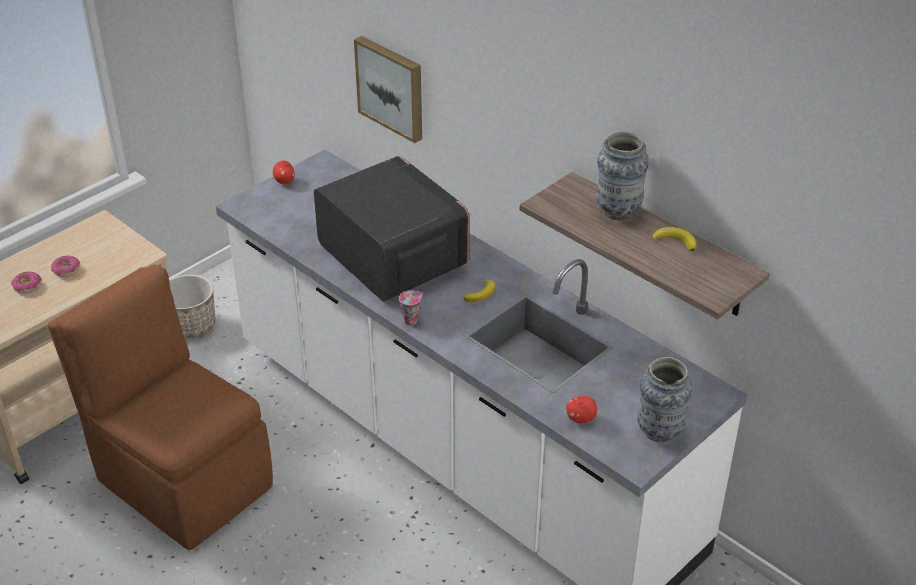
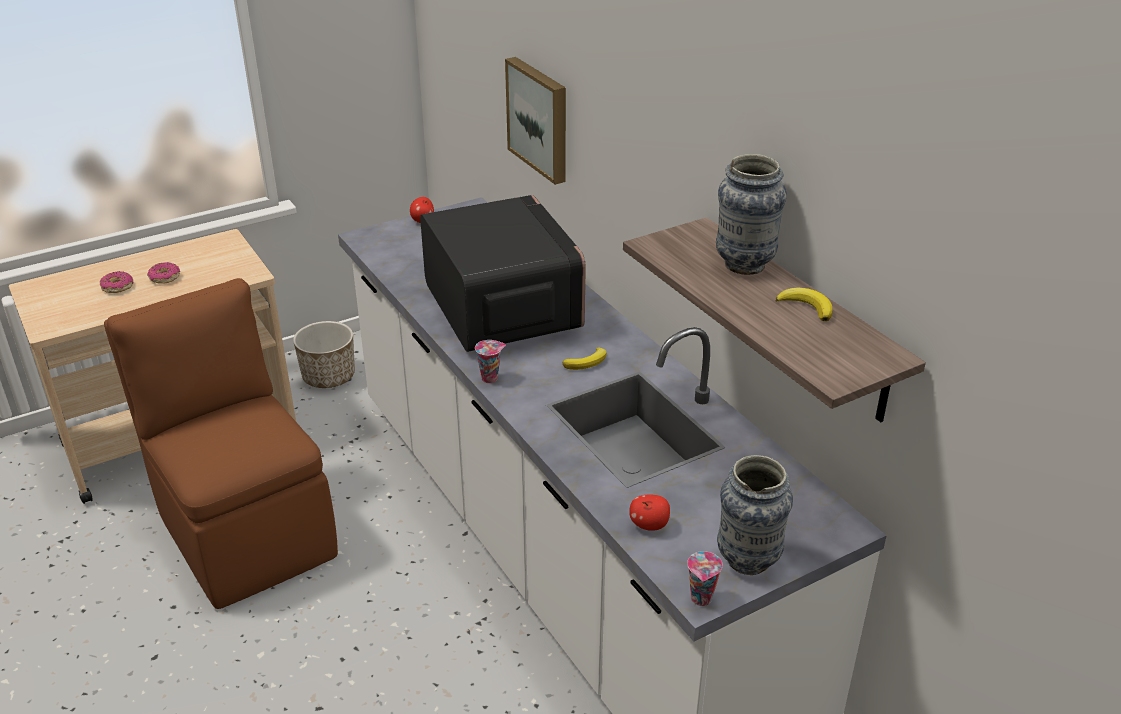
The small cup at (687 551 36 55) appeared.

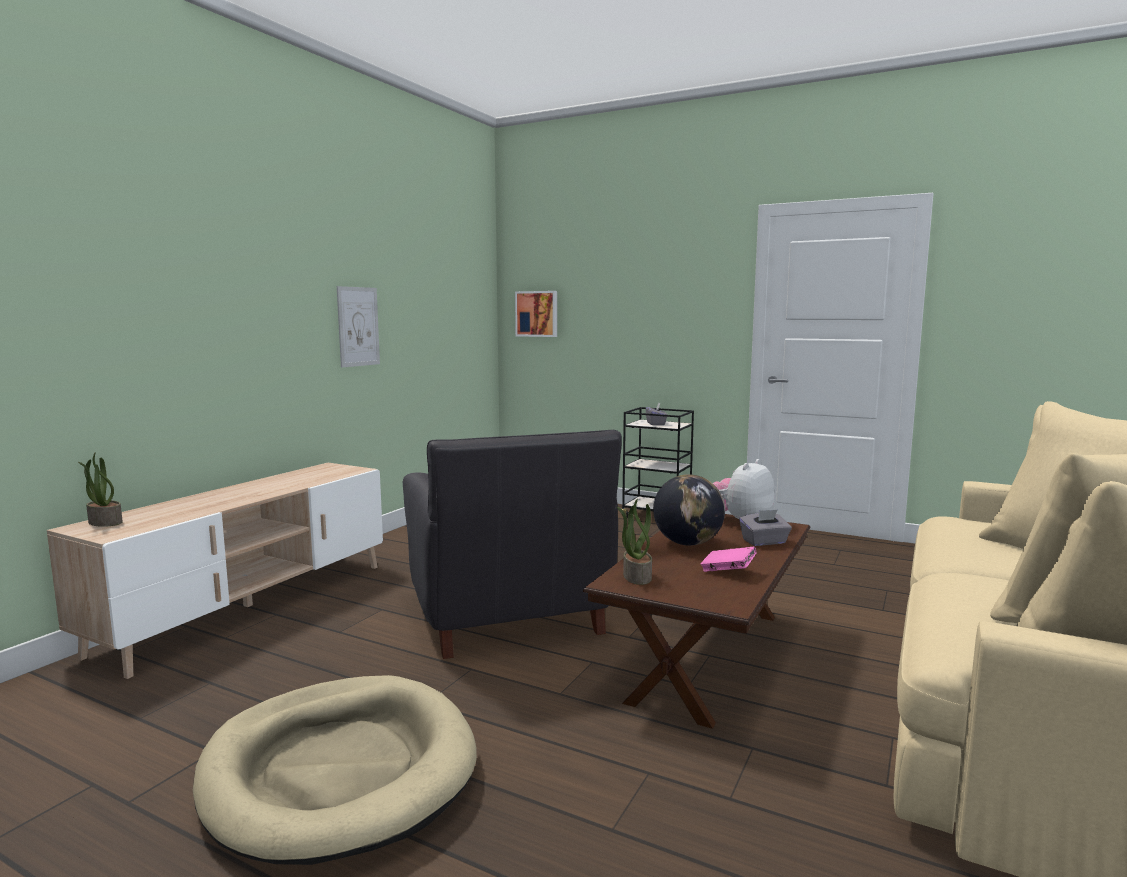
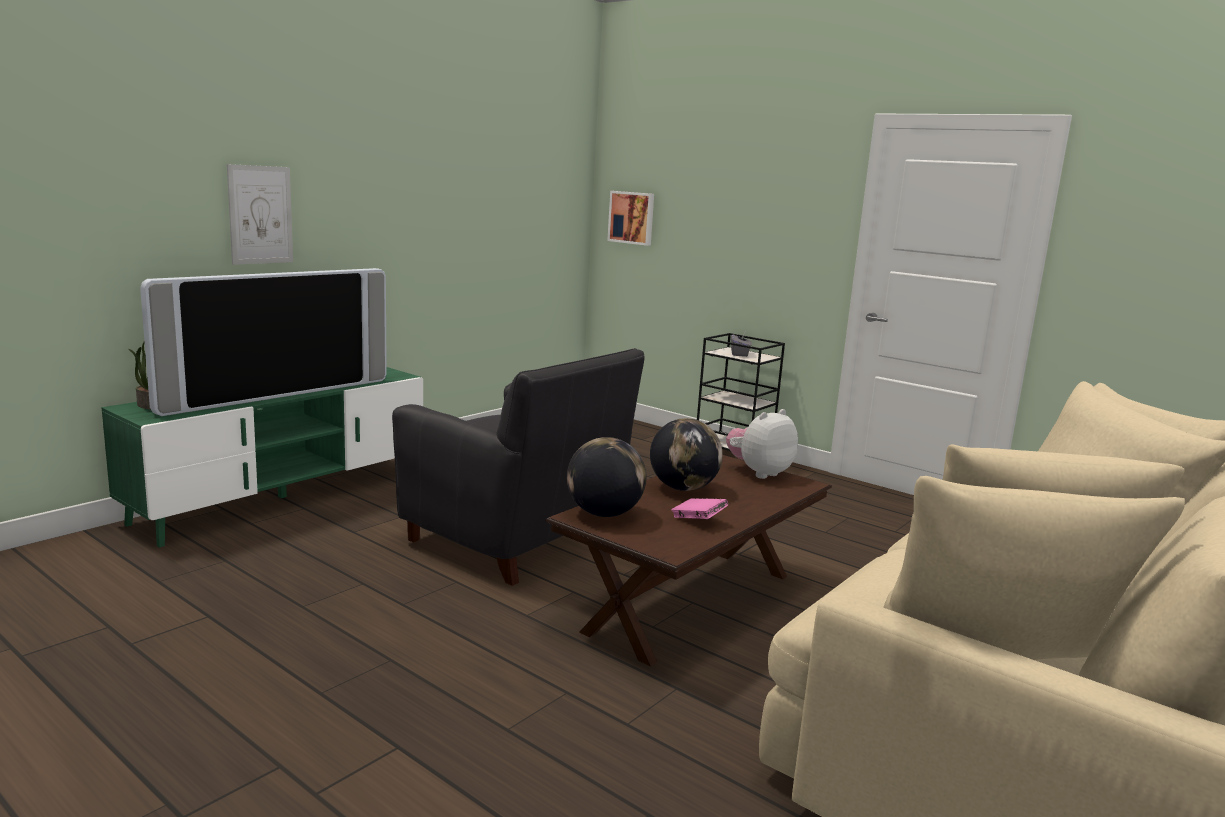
The sand-coloured tv unit at (47 463 336 216) became the green-coloured tv unit at (101 367 322 181). The television at (140 268 247 148) appeared. The wall picture moved from (337 286 43 81) to (227 164 66 101). The blackish lounge chair at (403 430 219 229) turned 45 degrees counterclockwise. The potted plant at (617 498 35 87) was replaced by the globe at (567 437 79 80). The sand-coloured pet bed at (193 675 284 190) disappeared. The gray box of tissues at (739 510 53 36) disappeared.

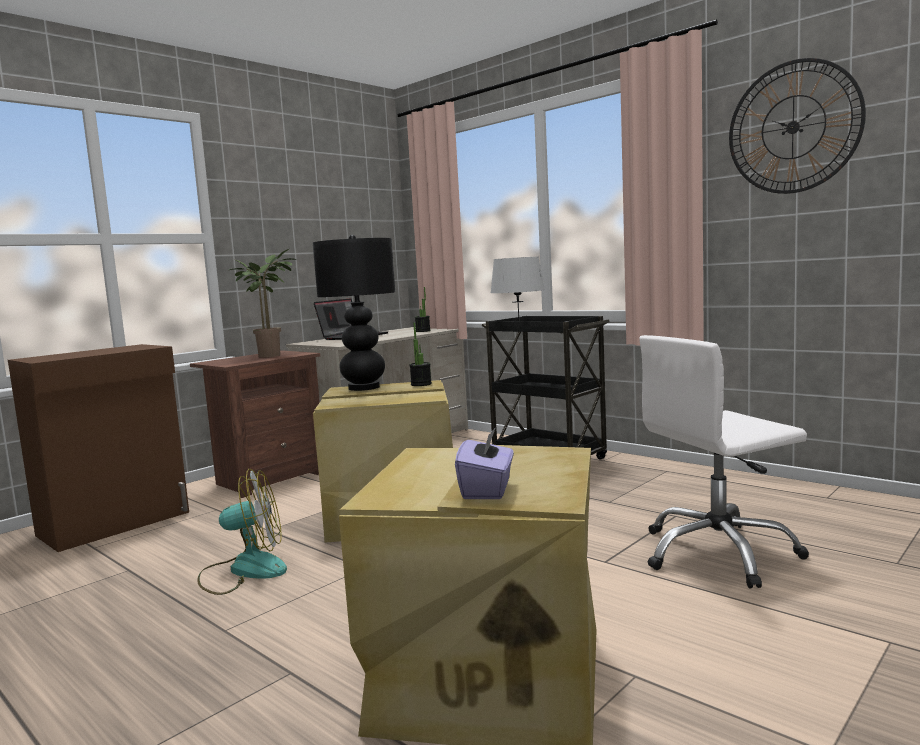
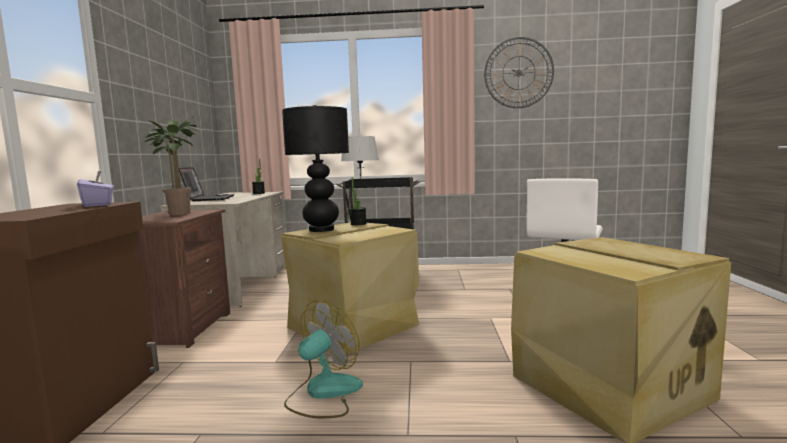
The purple box of tissues moved from (455 427 59 72) to (77 171 37 36).

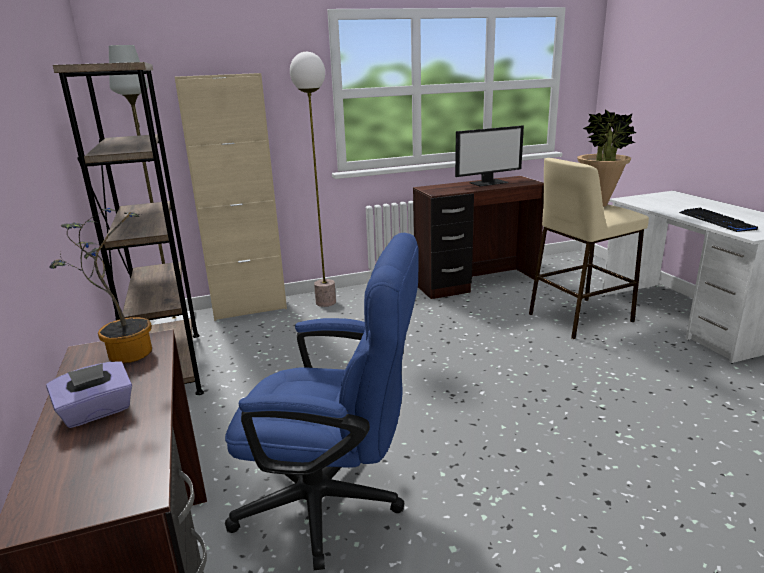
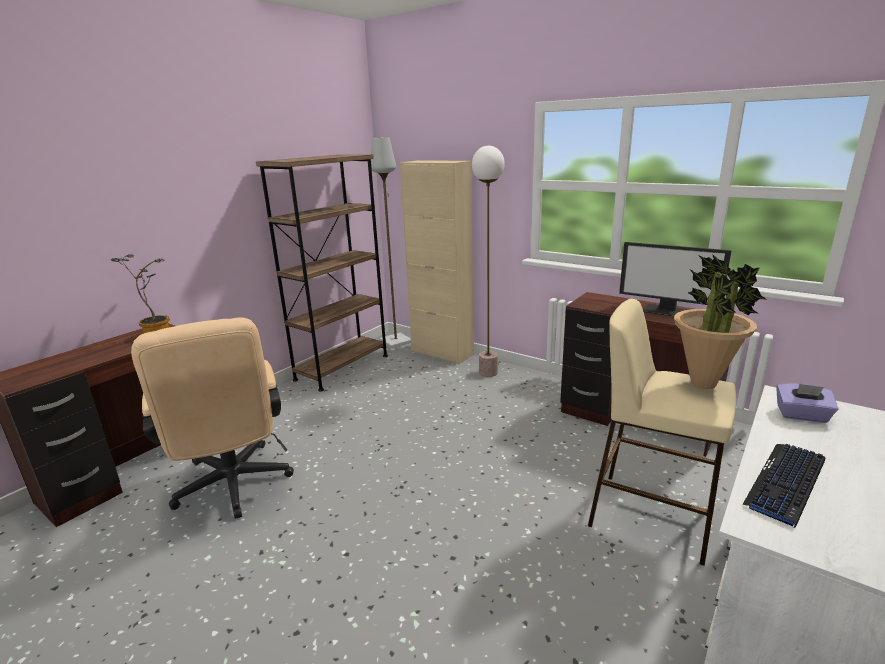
The blue-coloured desk chair at (225 233 194 337) became the sand-coloured desk chair at (131 318 163 201). The purple box of tissues moved from (46 361 86 67) to (776 384 63 39).

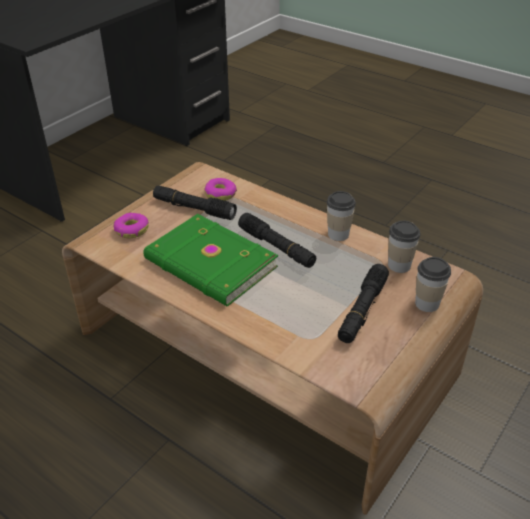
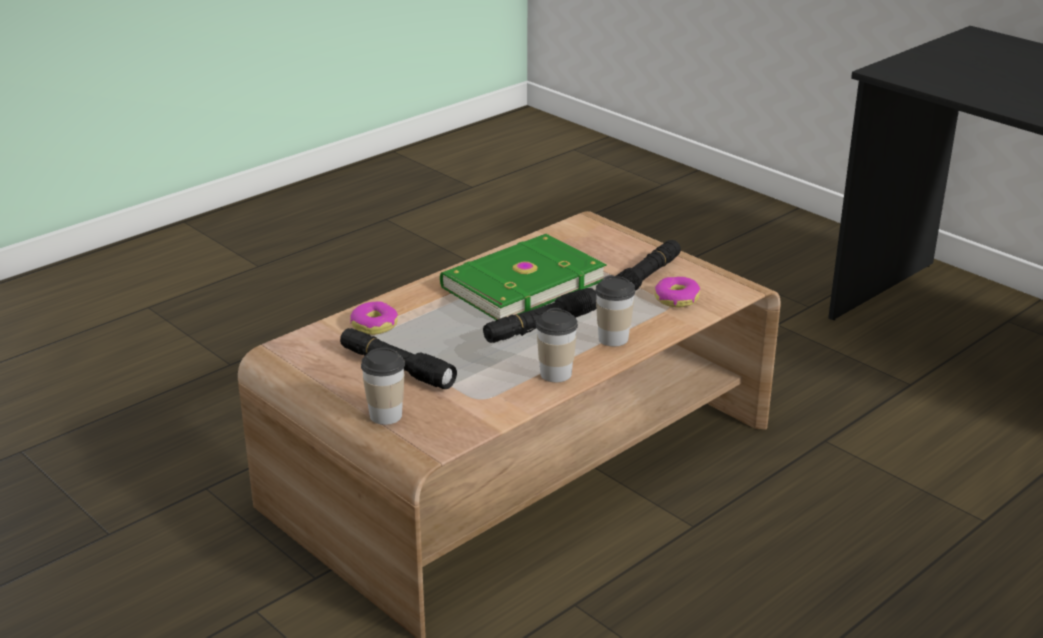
The ring doughnut moved from (114 213 35 25) to (350 301 48 34). The small cup moved from (388 221 32 52) to (595 275 40 71).

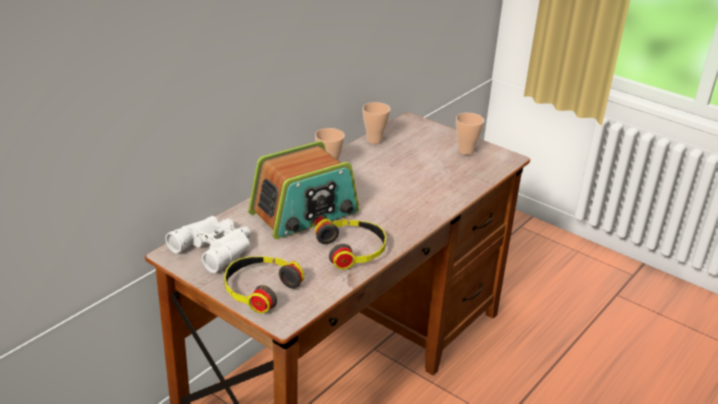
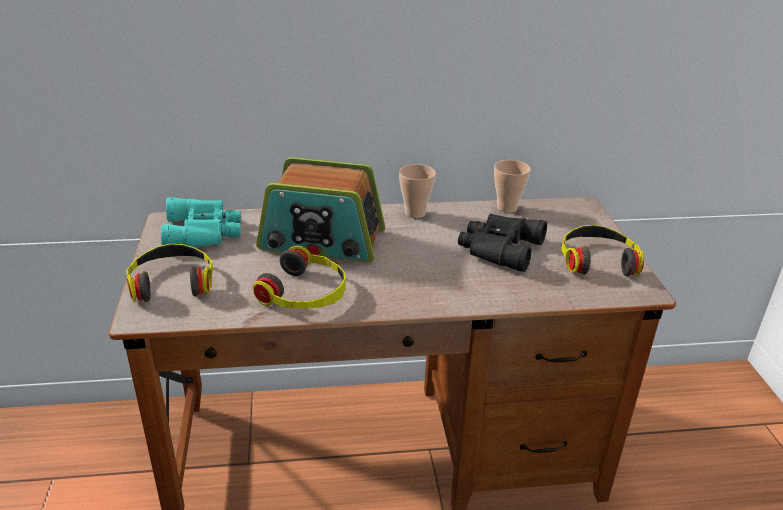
The white-coloured pair of binoculars at (165 216 86 57) became the turquoise-coloured pair of binoculars at (161 197 80 50). The blackish pair of binoculars at (458 214 89 58) appeared. The small cup at (456 113 28 42) was replaced by the headset at (561 225 83 51).

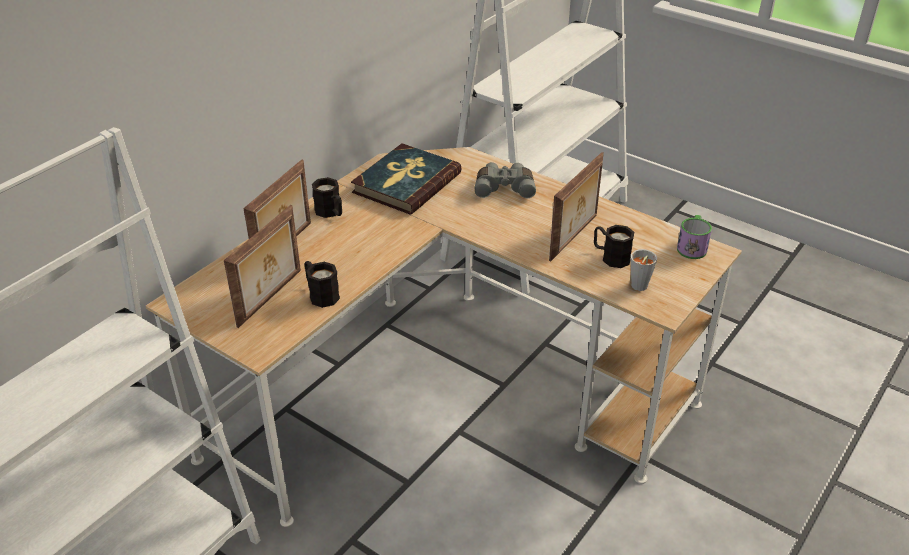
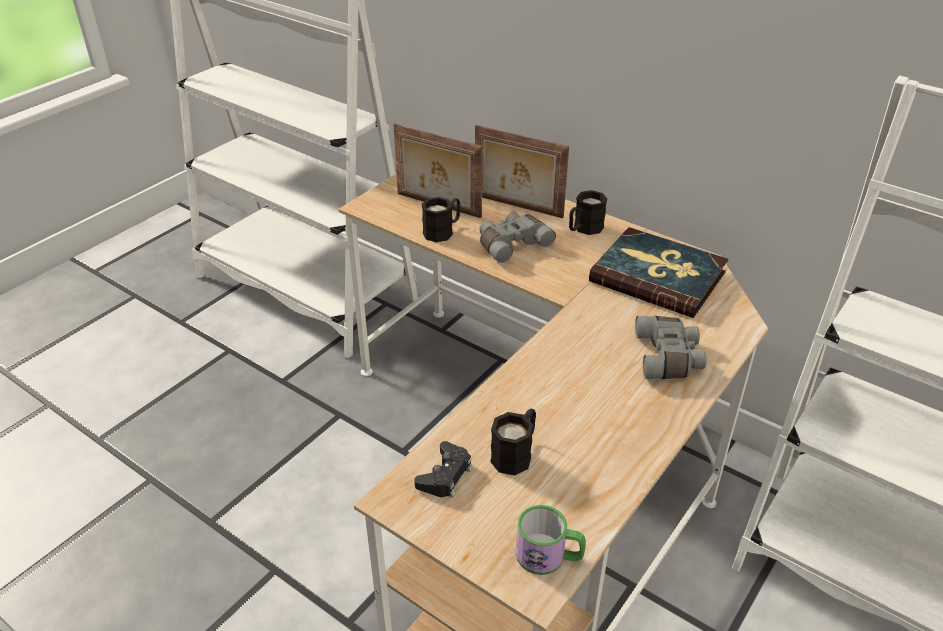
The gray small cup at (631 249 26 42) was replaced by the blackish gamepad at (414 441 58 56). The gray pair of binoculars at (479 212 77 51) appeared. The photo frame at (549 152 55 109) disappeared.

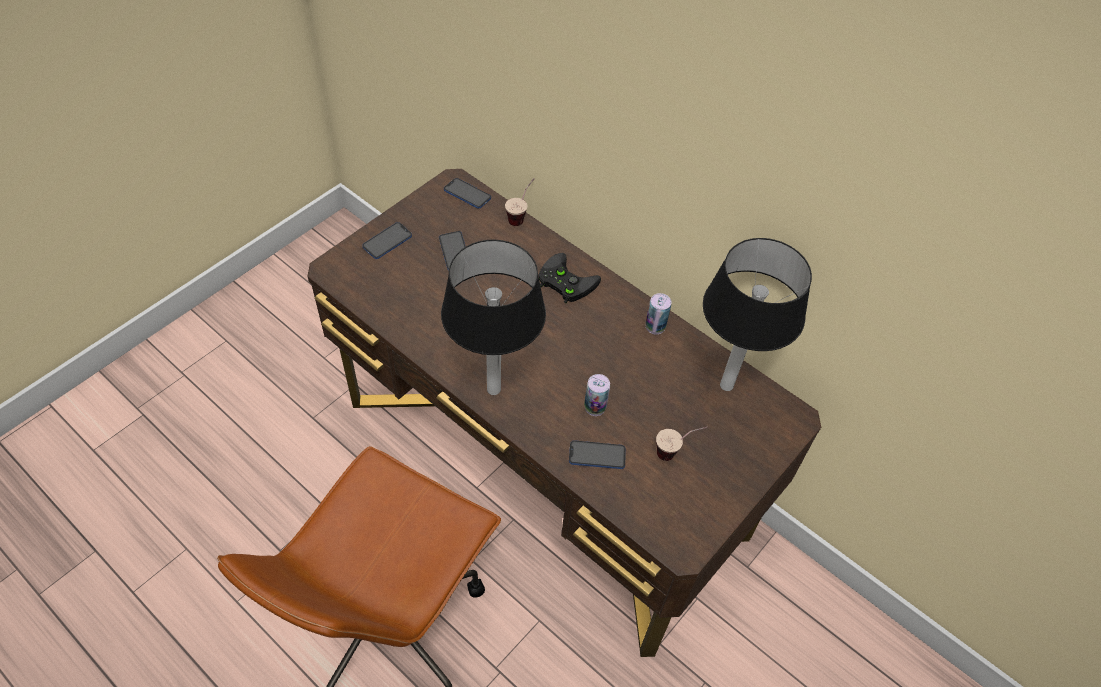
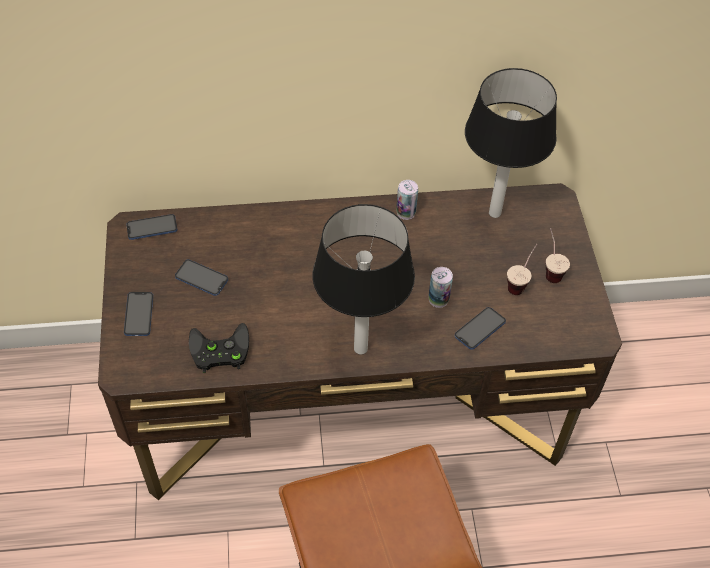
The blackish gamepad moved from (538 253 63 50) to (189 323 60 50). The small cup moved from (505 178 30 48) to (546 228 24 55).

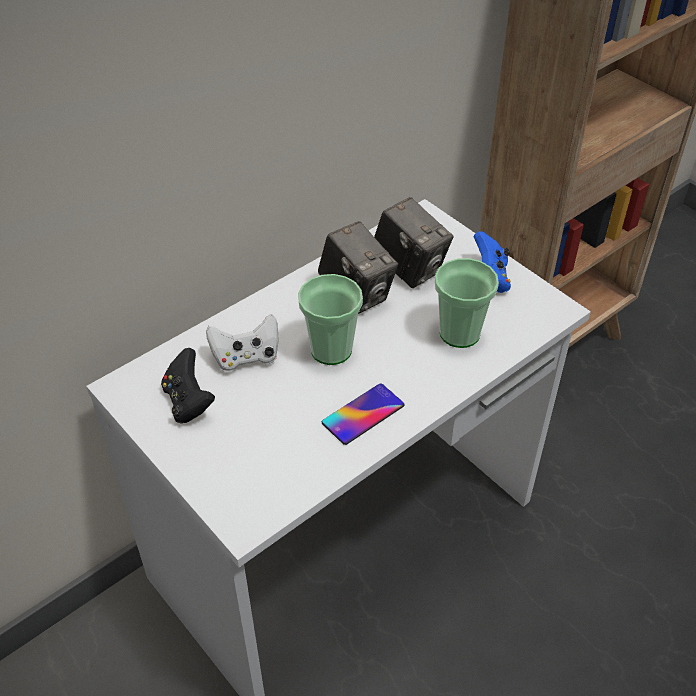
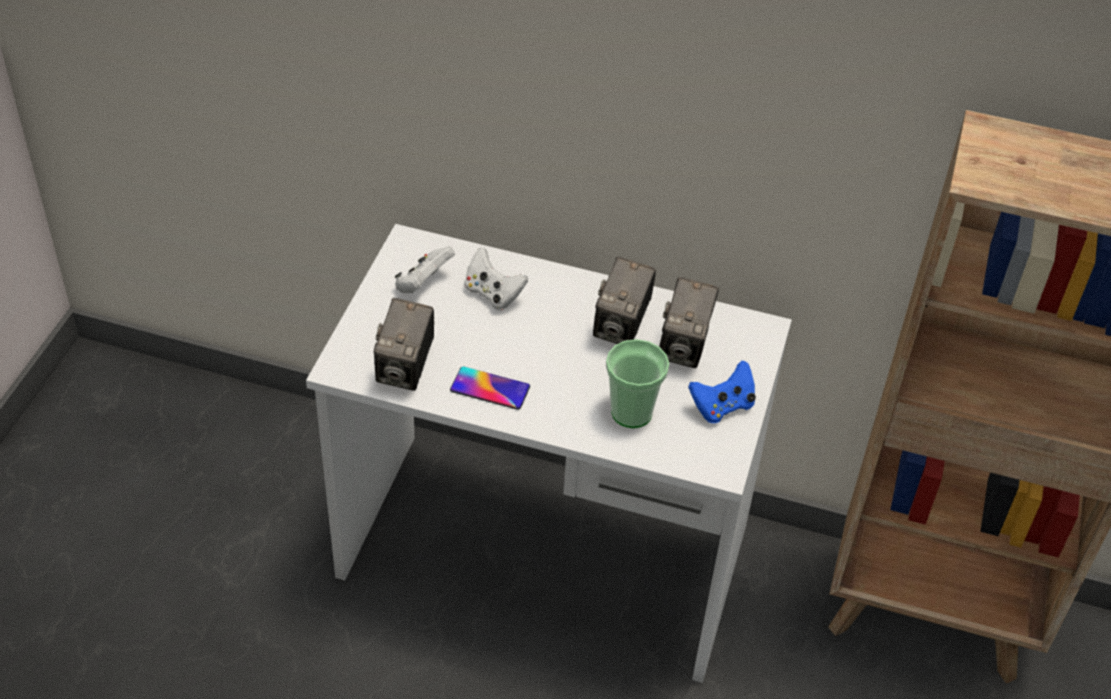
The photo camera at (374 298 60 93) appeared. The blackish gamepad at (161 348 54 76) became the white-coloured gamepad at (395 247 60 46). The small cup at (298 274 65 91) disappeared.

